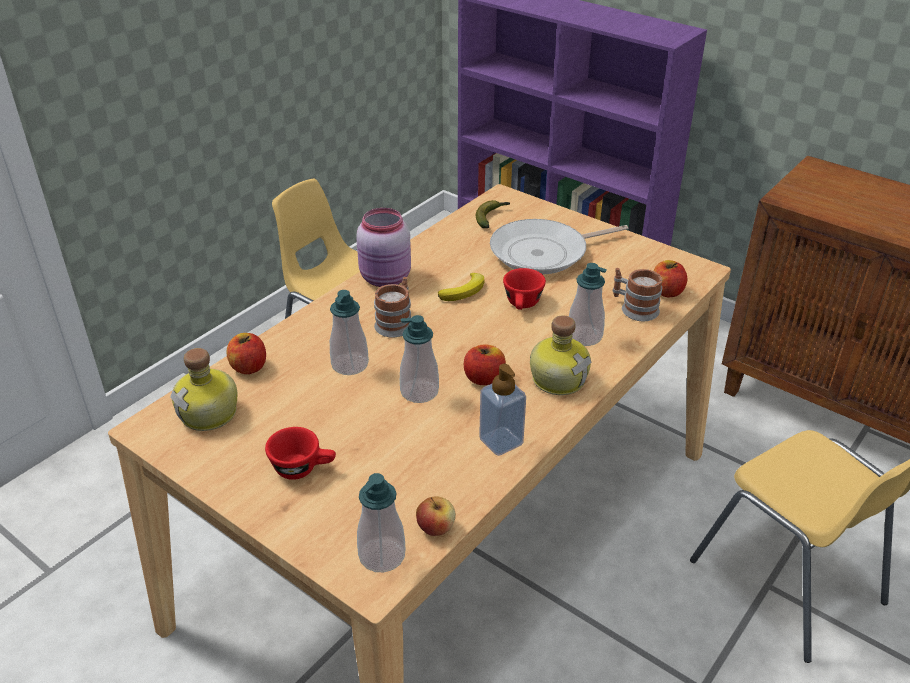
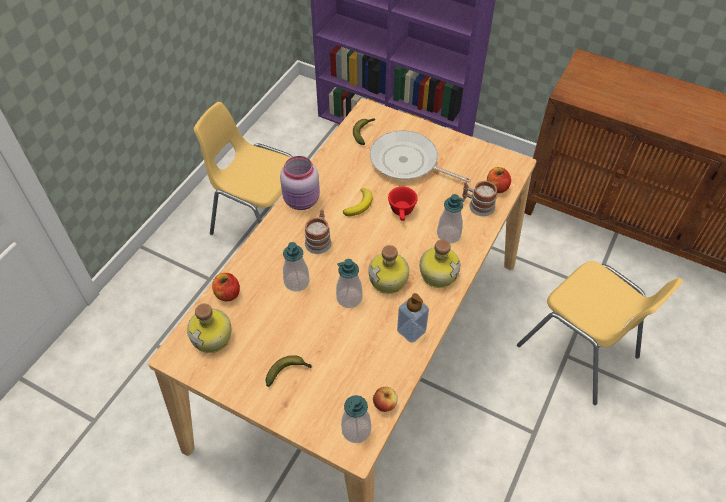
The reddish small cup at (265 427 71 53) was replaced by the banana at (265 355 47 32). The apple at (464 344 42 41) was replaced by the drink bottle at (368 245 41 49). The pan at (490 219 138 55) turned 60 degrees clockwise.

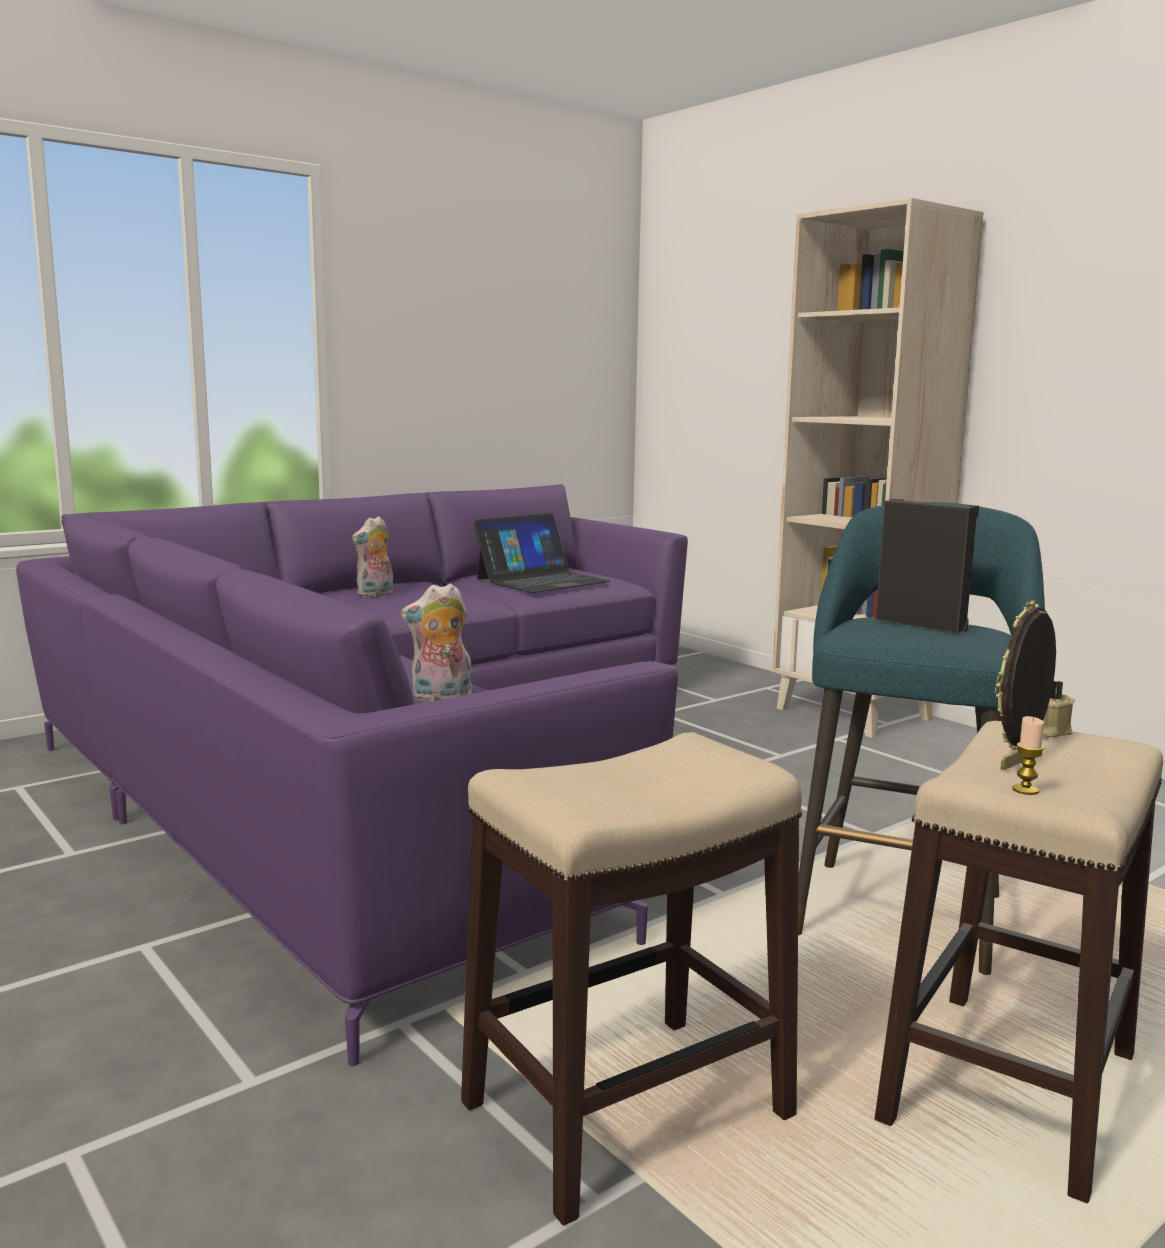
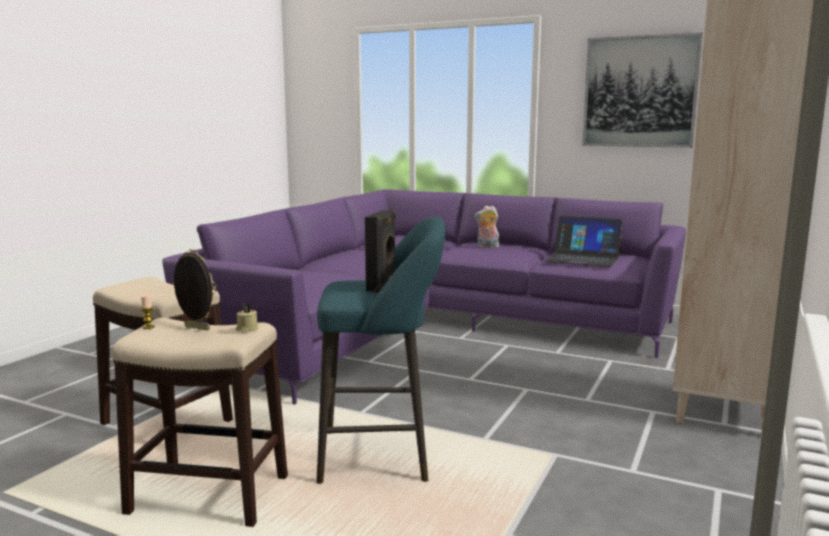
The wall picture at (582 33 121 115) appeared. The soft toy at (401 583 71 119) disappeared.

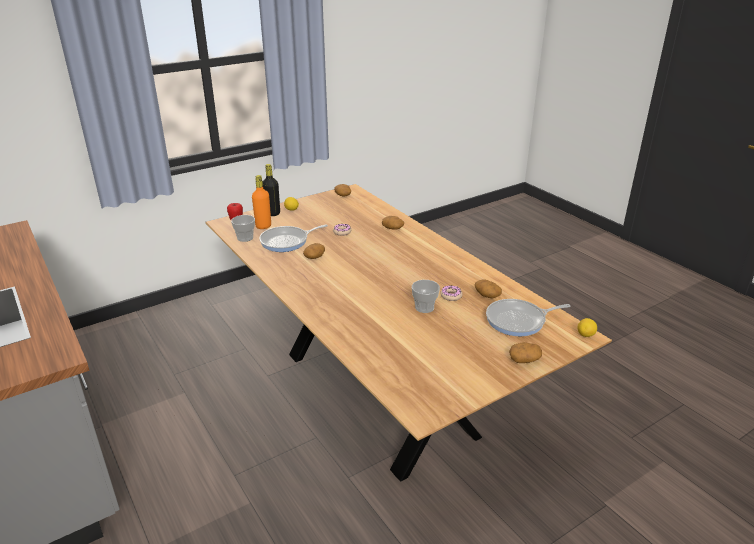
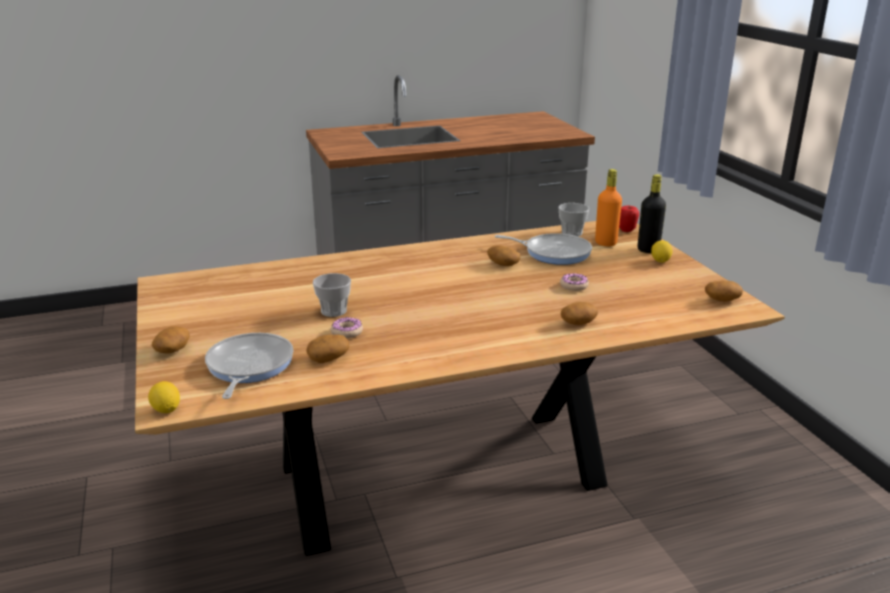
The pan at (259 224 69 28) turned 120 degrees clockwise.

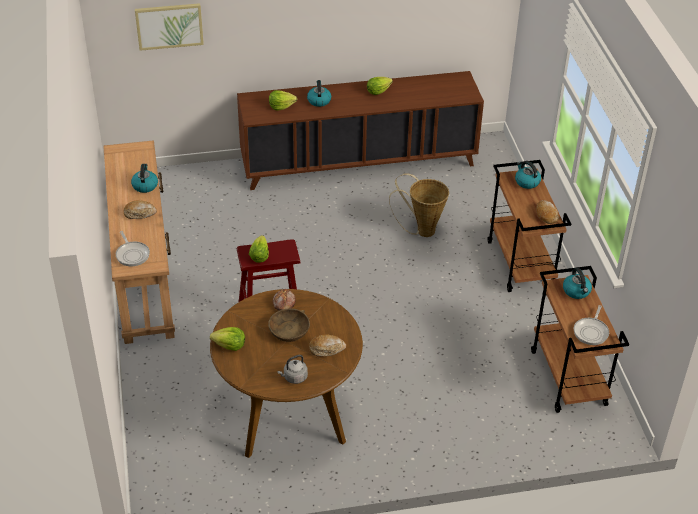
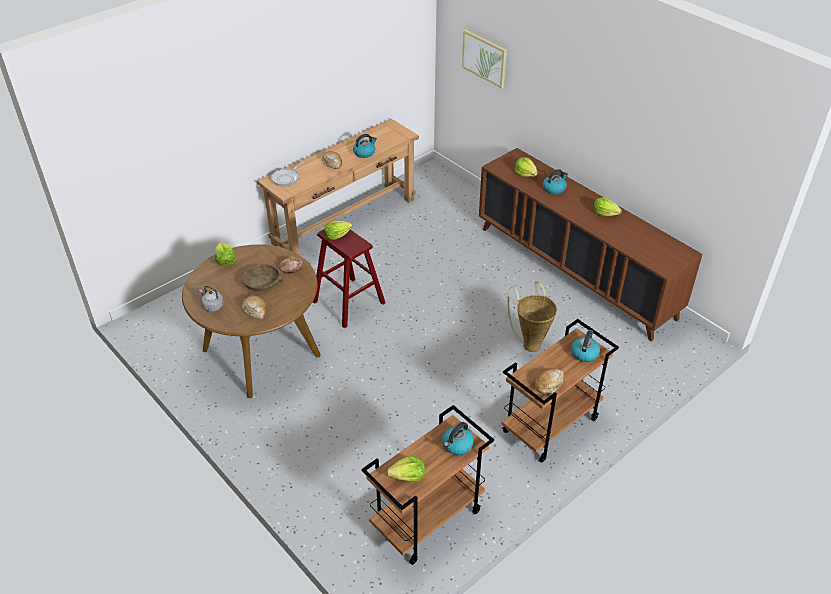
The pan at (574 305 35 40) was replaced by the head of lettuce at (387 456 38 26).

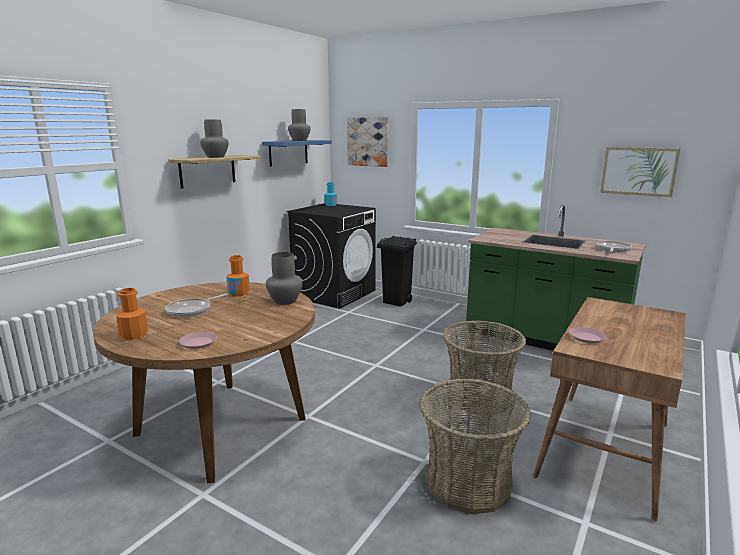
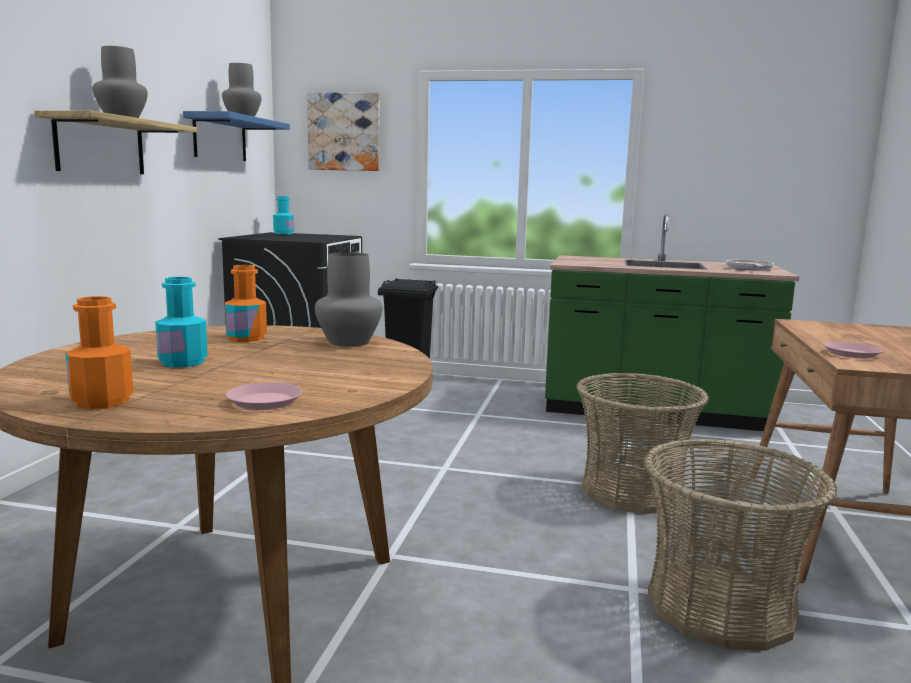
The pan at (165 294 63 23) was replaced by the turquoise-coloured drink bottle at (155 277 53 91). The wall picture at (600 147 81 50) disappeared.

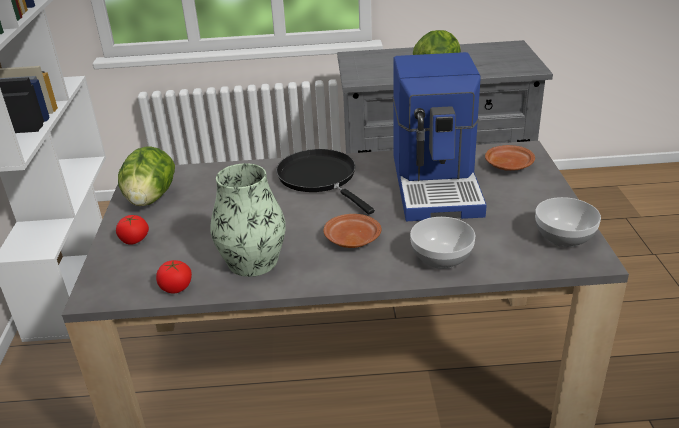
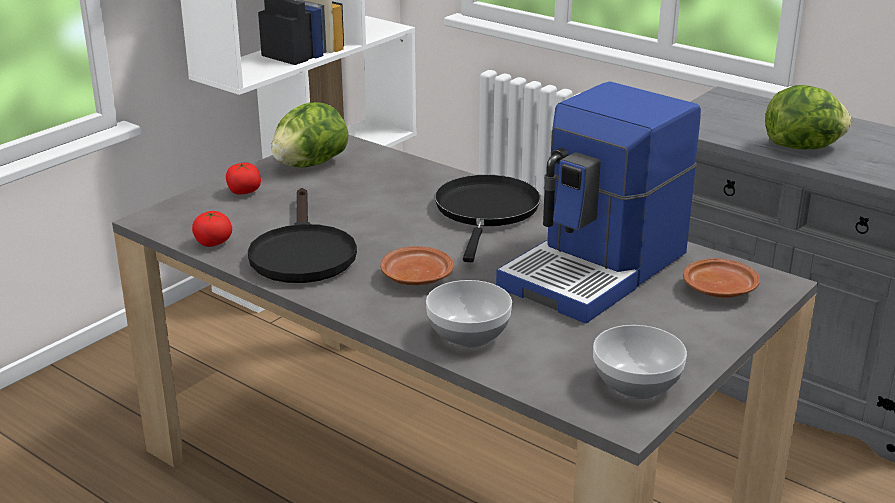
The vase at (210 163 76 114) was replaced by the blackish pan at (248 188 109 95).

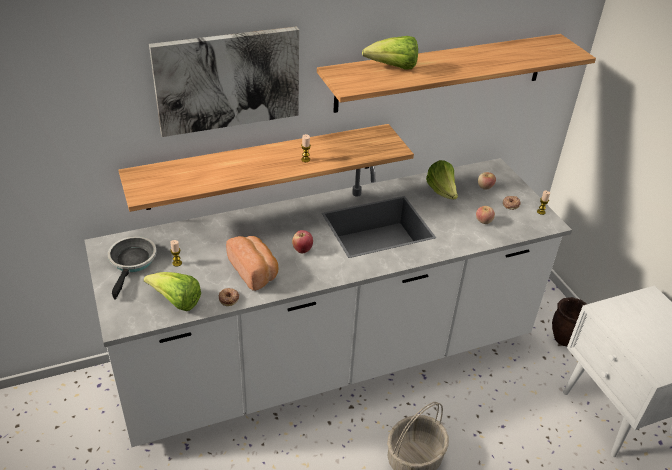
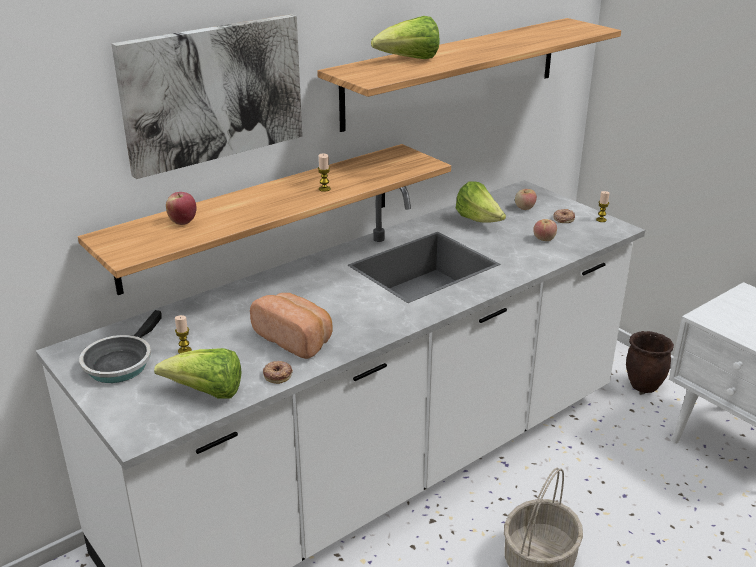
The pan at (108 236 49 64) turned 150 degrees counterclockwise. The apple moved from (292 230 21 23) to (166 192 31 33).

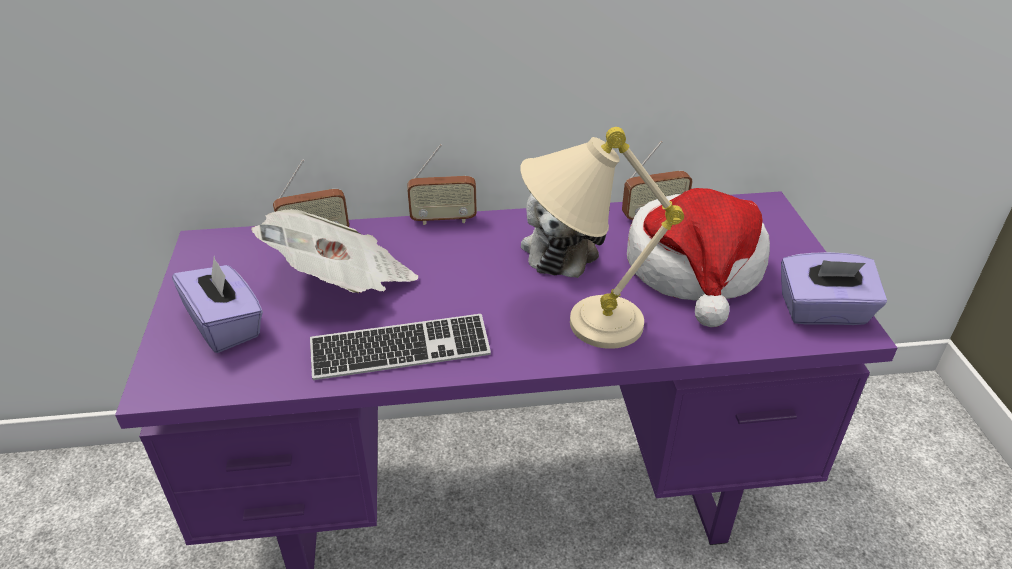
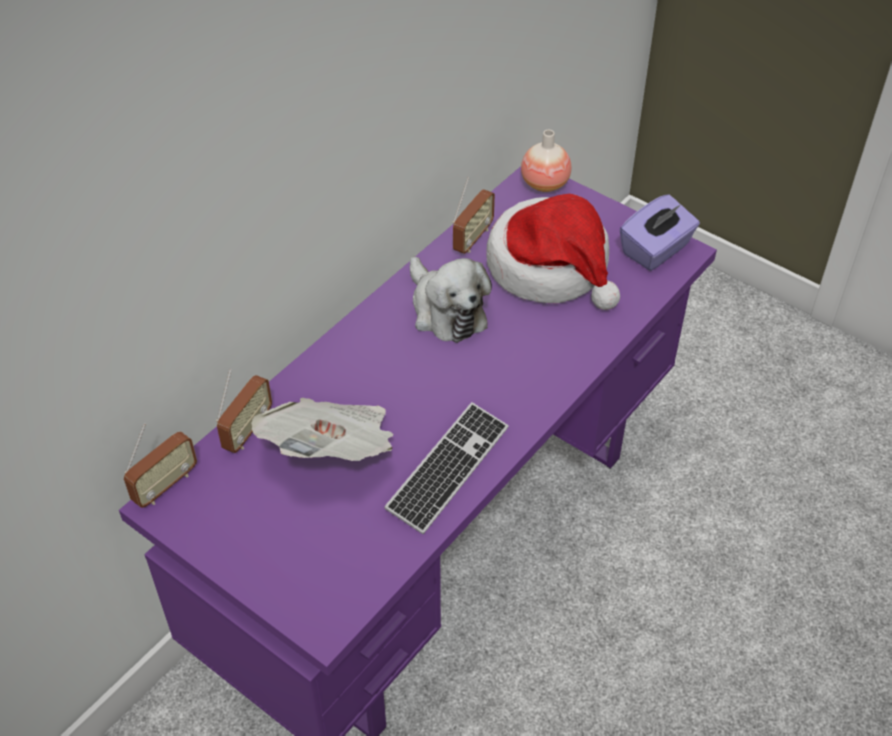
The radio receiver moved from (407 144 70 81) to (124 423 73 85). The vase at (521 130 50 62) appeared. The purple box of tissues at (172 256 91 97) disappeared. The sand-coloured table lamp at (520 127 164 222) disappeared.

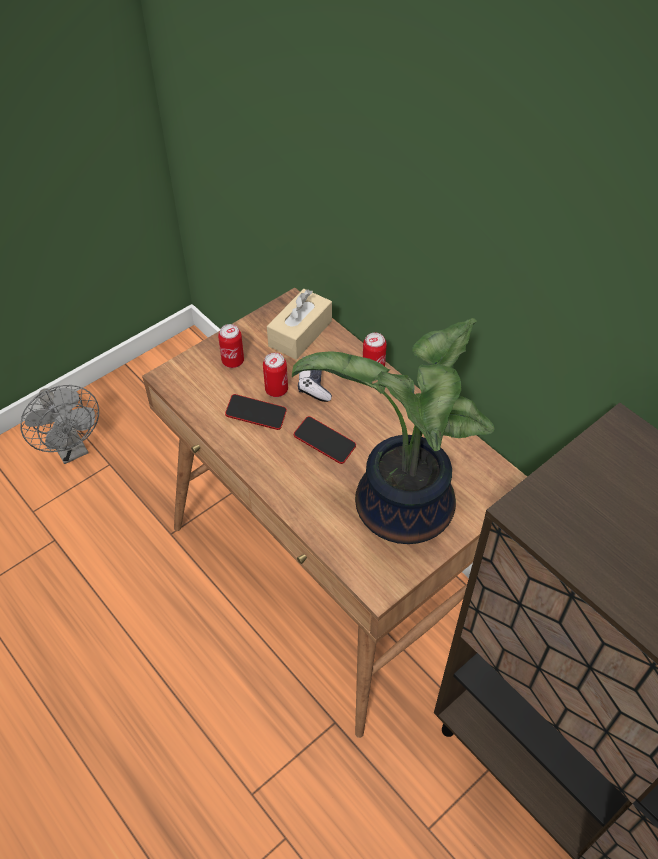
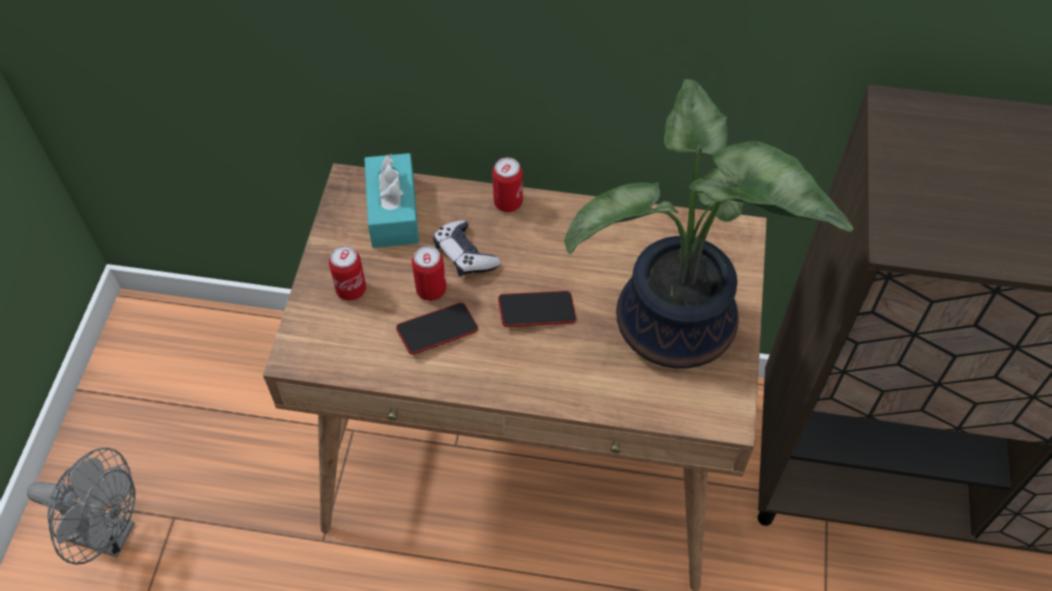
The sand-coloured box of tissues at (267 289 65 71) became the turquoise-coloured box of tissues at (364 153 55 95).

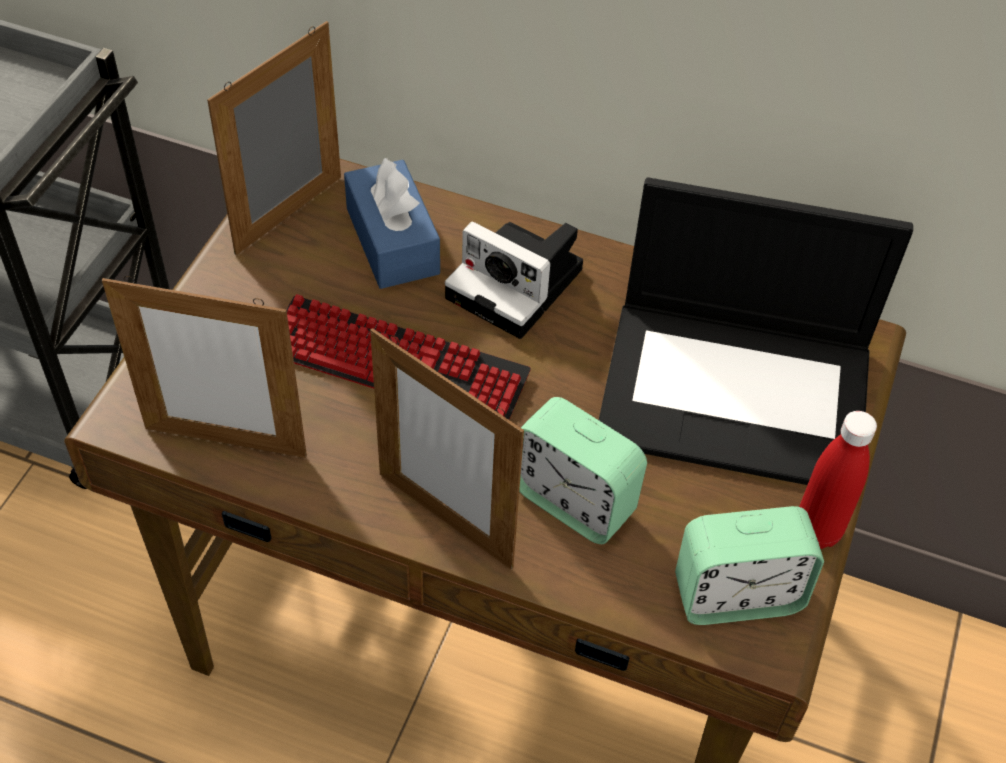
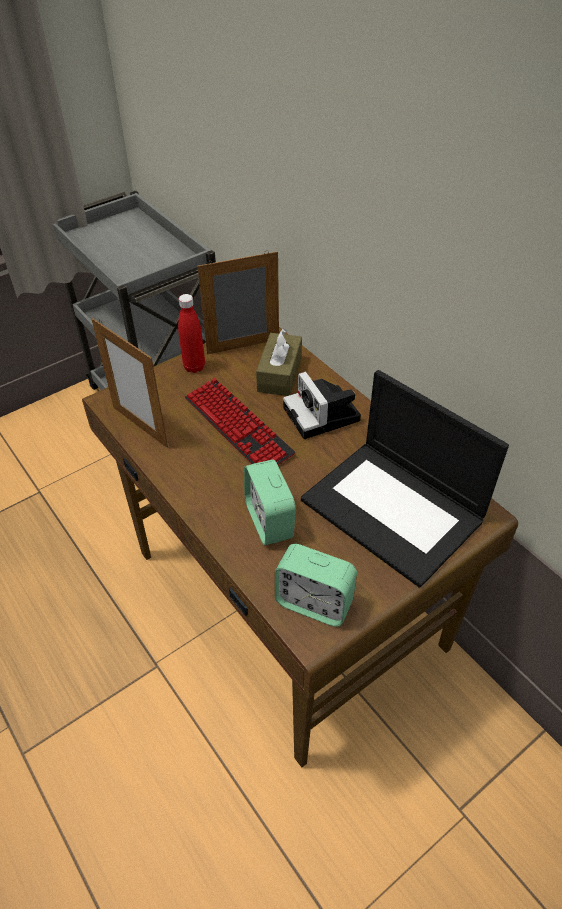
The reddish drink bottle moved from (799 411 78 138) to (178 294 27 79). The blue-coloured box of tissues at (344 157 96 132) became the brownish box of tissues at (256 328 46 68). The photo frame at (370 328 154 242) disappeared.

